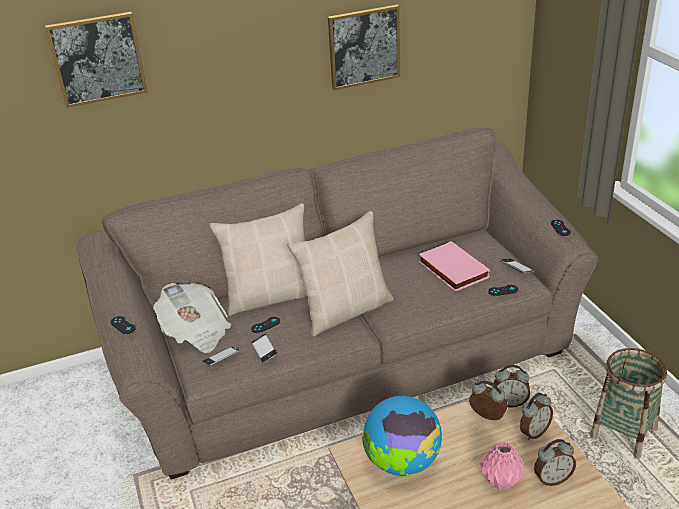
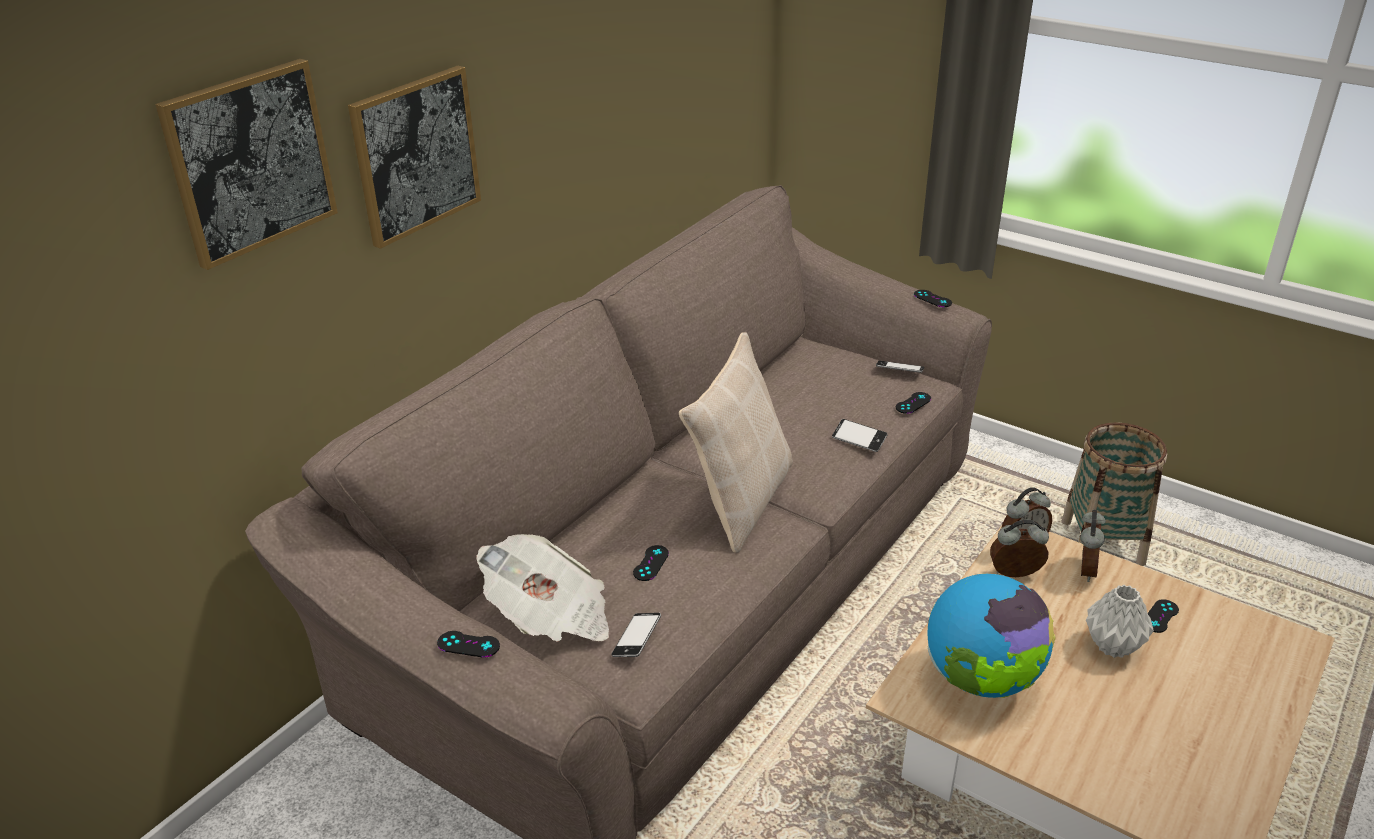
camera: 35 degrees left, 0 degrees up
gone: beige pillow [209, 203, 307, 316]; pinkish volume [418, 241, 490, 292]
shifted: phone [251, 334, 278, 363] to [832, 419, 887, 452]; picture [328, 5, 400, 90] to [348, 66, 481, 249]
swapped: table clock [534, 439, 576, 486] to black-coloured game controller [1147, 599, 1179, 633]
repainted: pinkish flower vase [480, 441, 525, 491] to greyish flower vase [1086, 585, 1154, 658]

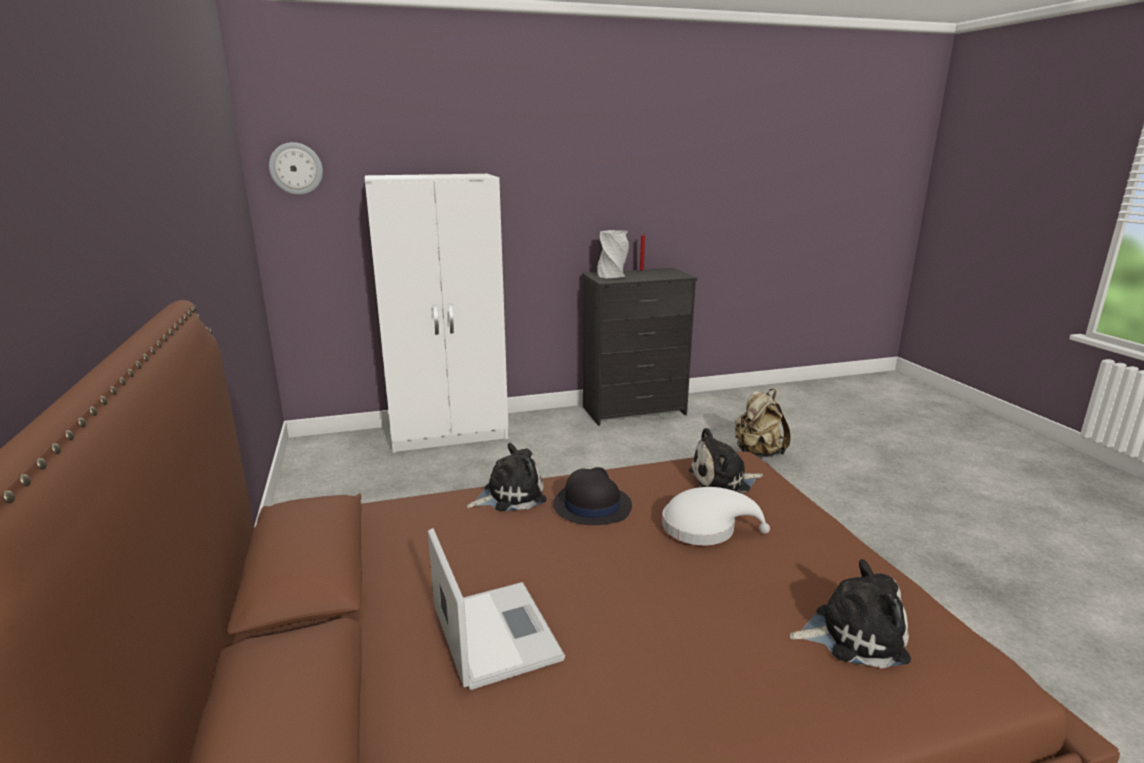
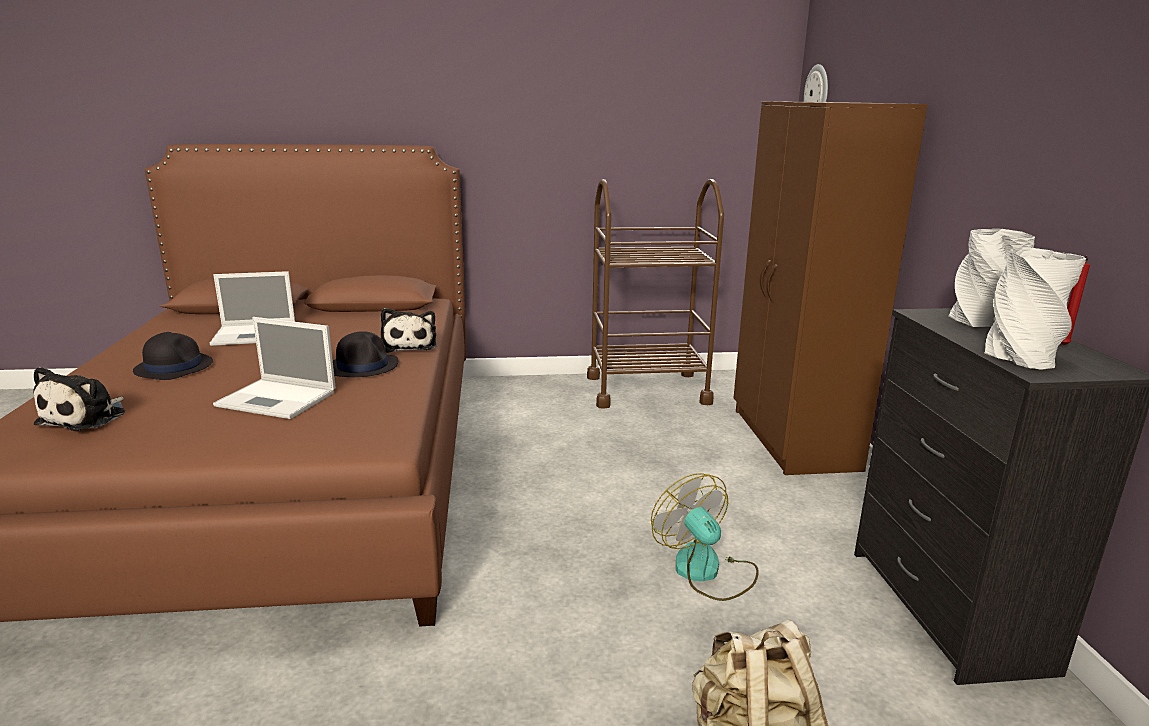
camera: 100 degrees right, 0 degrees up
gone: soft toy [689, 428, 763, 493]
new: black-coloured clothing hat [133, 332, 213, 380]; brown-coloured cart [587, 179, 724, 409]; cooling fan [651, 473, 759, 601]; greyish flower vase [984, 247, 1086, 370]
swapped: whitish clothing hat [662, 487, 770, 545] to portable computer [213, 317, 336, 419]
repainted: whitish wardrobe [365, 174, 508, 453] to brown-coloured wardrobe [733, 101, 928, 475]

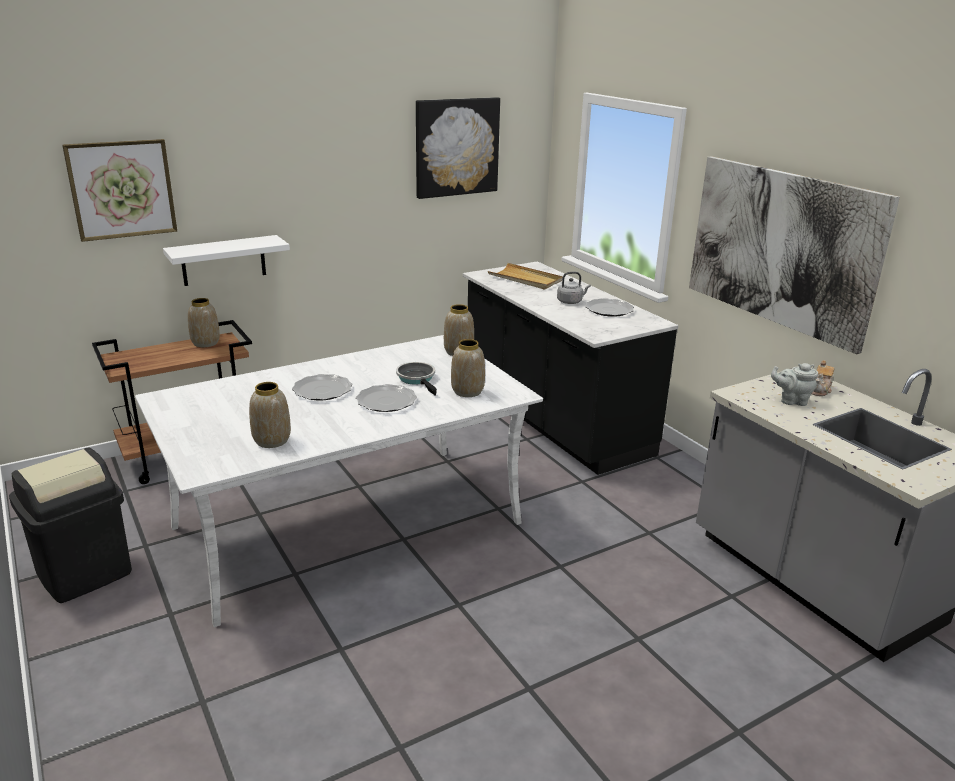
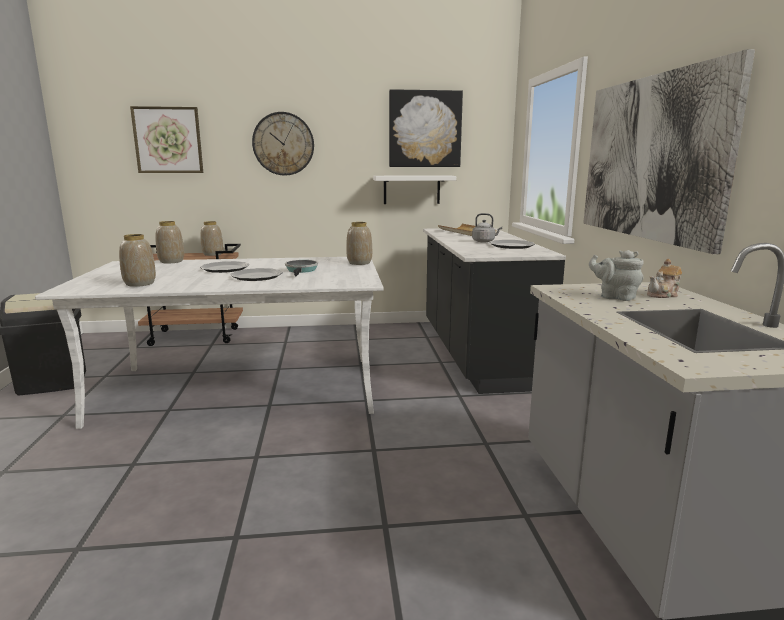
camera: 25 degrees right, 10 degrees down
new: clock on the wall [252, 112, 314, 175]
shifted: whitish shelf [163, 235, 290, 286] to [373, 175, 456, 204]; flower vase [451, 339, 485, 397] to [155, 221, 184, 264]

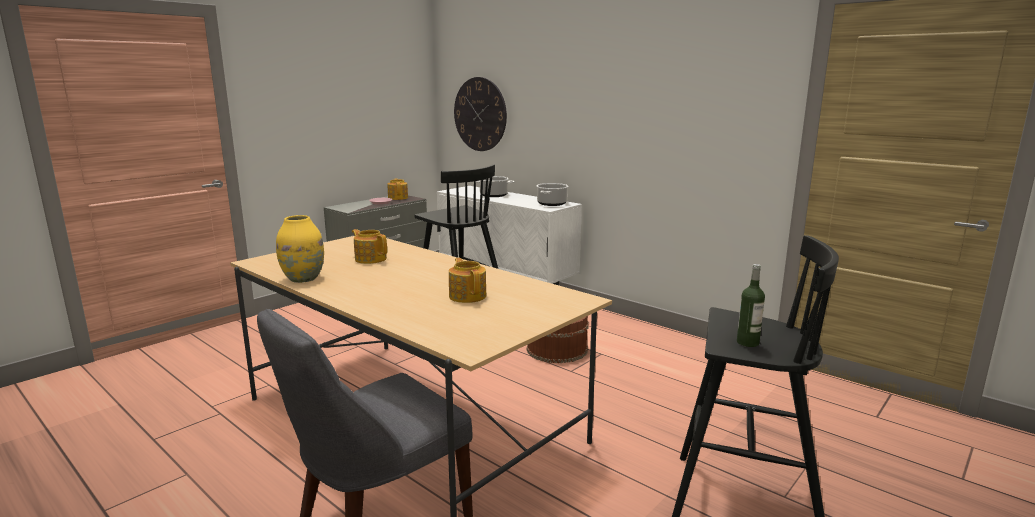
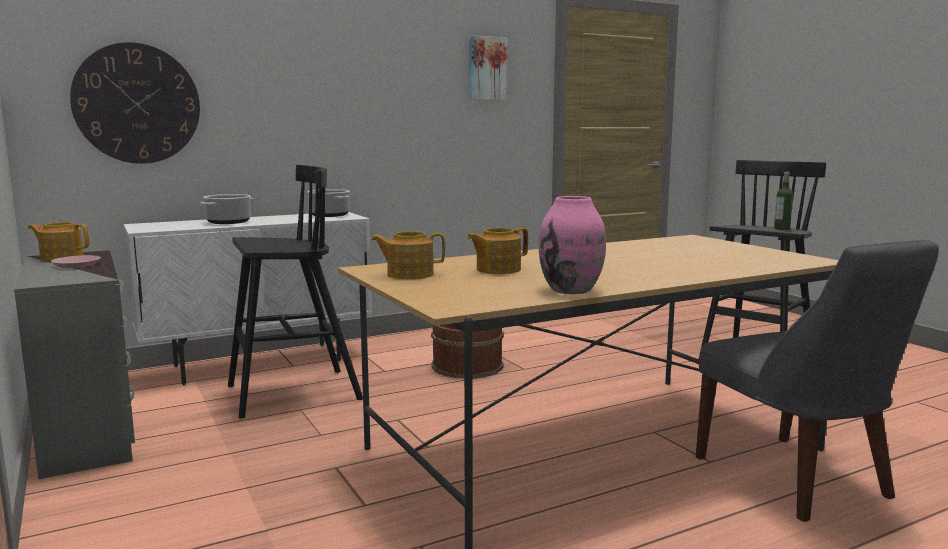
camera: 70 degrees left, 5 degrees down
new: picture [469, 35, 507, 100]
shifted: teapot [449, 258, 486, 303] to [371, 231, 445, 279]
repainted: yellowish flower vase [276, 215, 324, 283] to pinkish flower vase [539, 196, 606, 294]

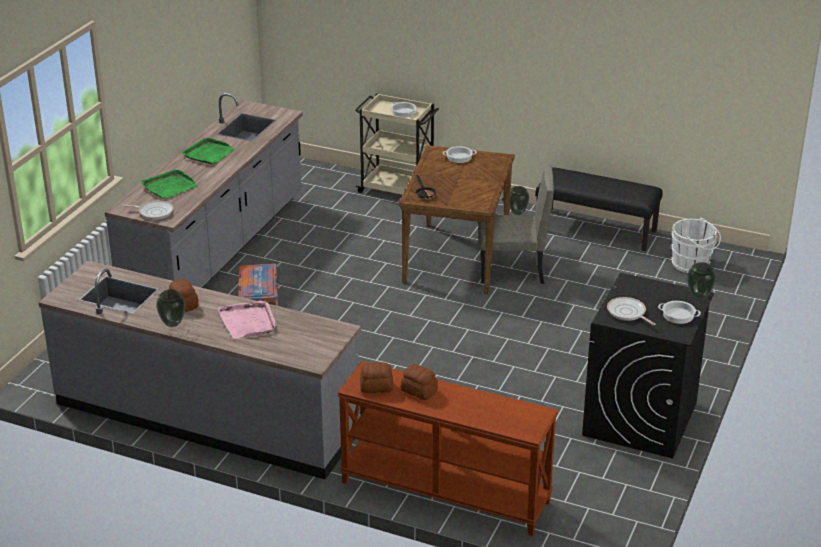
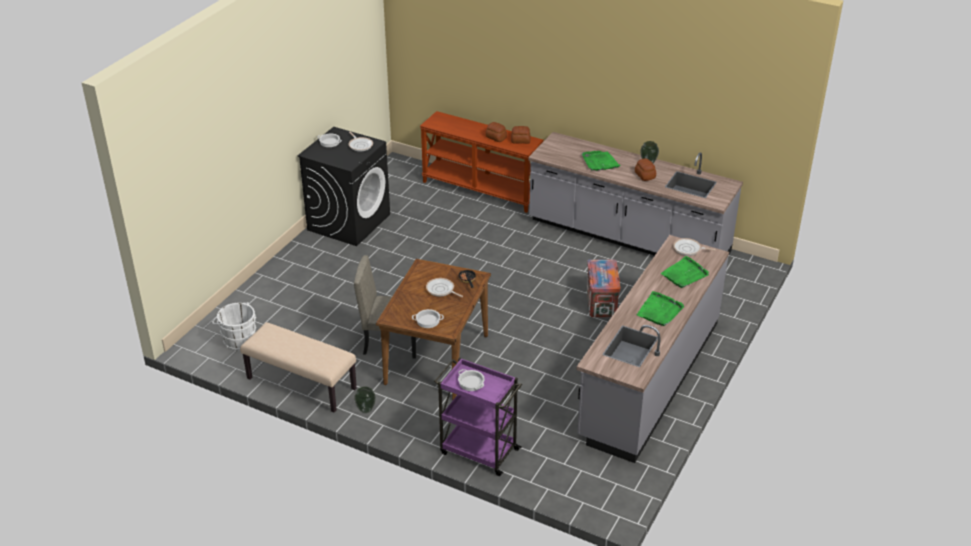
camera: 175 degrees left, 5 degrees up
gone: flower vase [687, 262, 716, 299]
new: frying pan [426, 278, 463, 297]
repainted: pinkish carrying tray [218, 301, 277, 339] to green-coloured carrying tray [582, 151, 621, 171]; beige cart [355, 93, 439, 195] to purple cart [434, 357, 522, 476]; black-coloured long seat [535, 167, 663, 251] to beige long seat [240, 322, 357, 412]

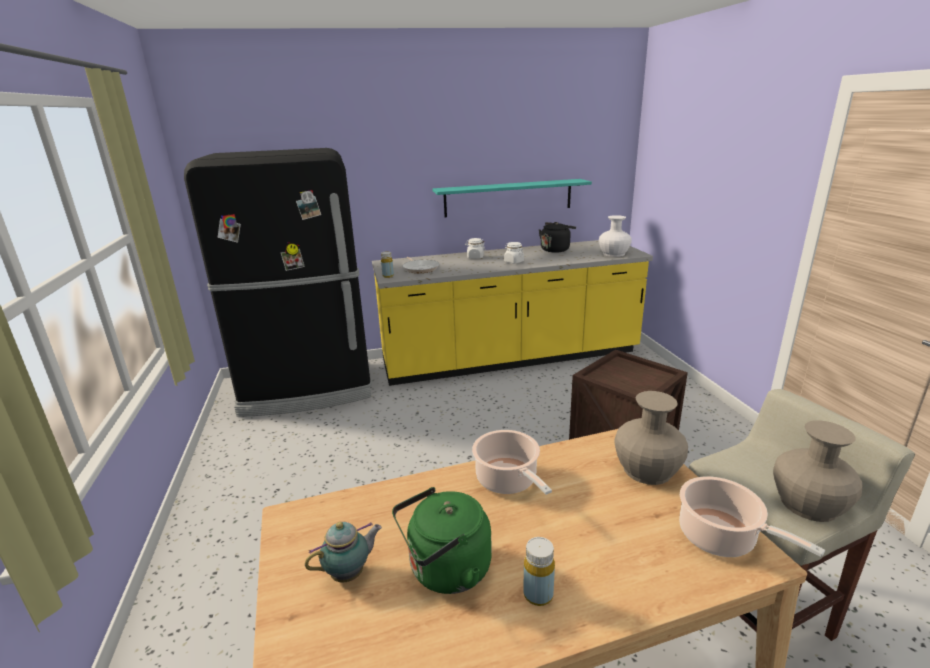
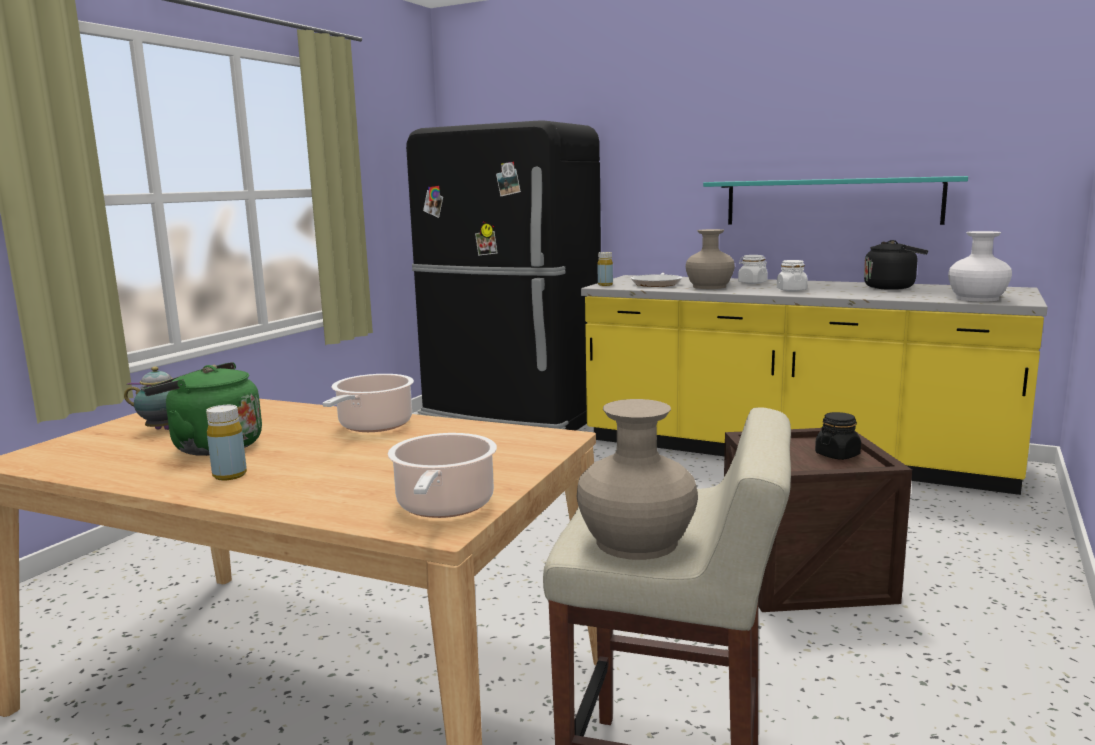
camera: 40 degrees right, 10 degrees down
new: black-coloured jar [815, 412, 861, 460]
shifted: beige flower vase [614, 391, 688, 485] to [686, 229, 735, 289]

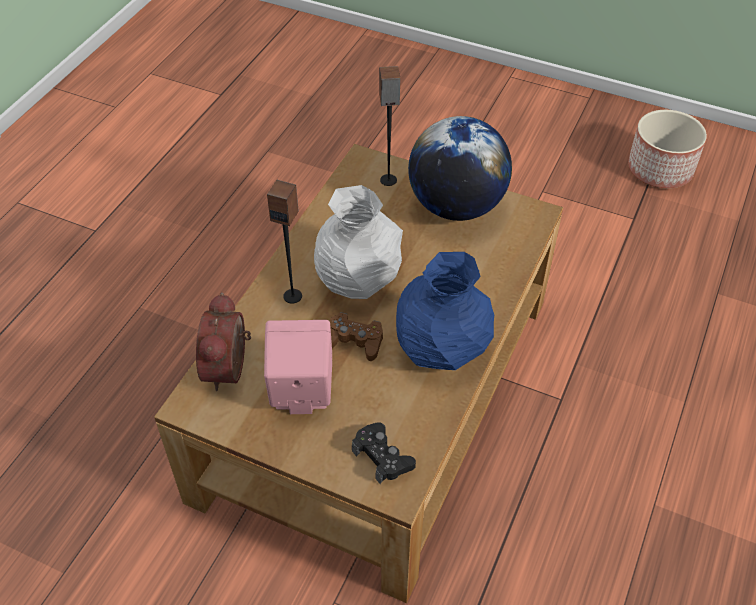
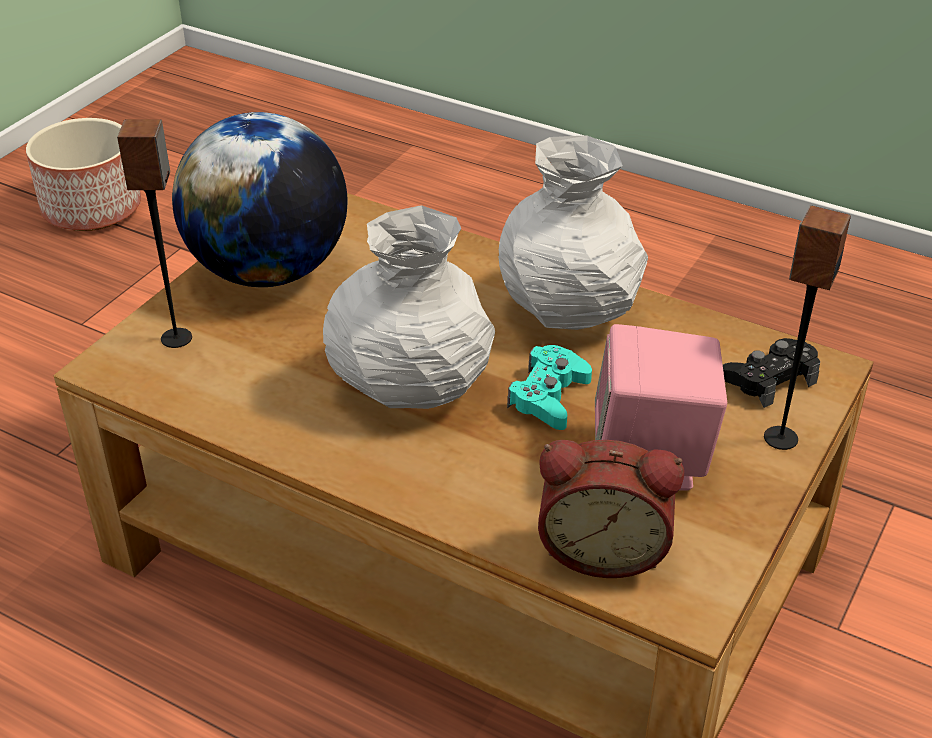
camera: 85 degrees left, 10 degrees down
shifted: audio speaker [267, 180, 302, 303] to [764, 206, 851, 450]
repainted: brown-coloured game controller [330, 312, 383, 361] to turquoise game controller [507, 345, 592, 430]; bluish flower vase [396, 252, 494, 370] to whitish flower vase [498, 135, 648, 330]

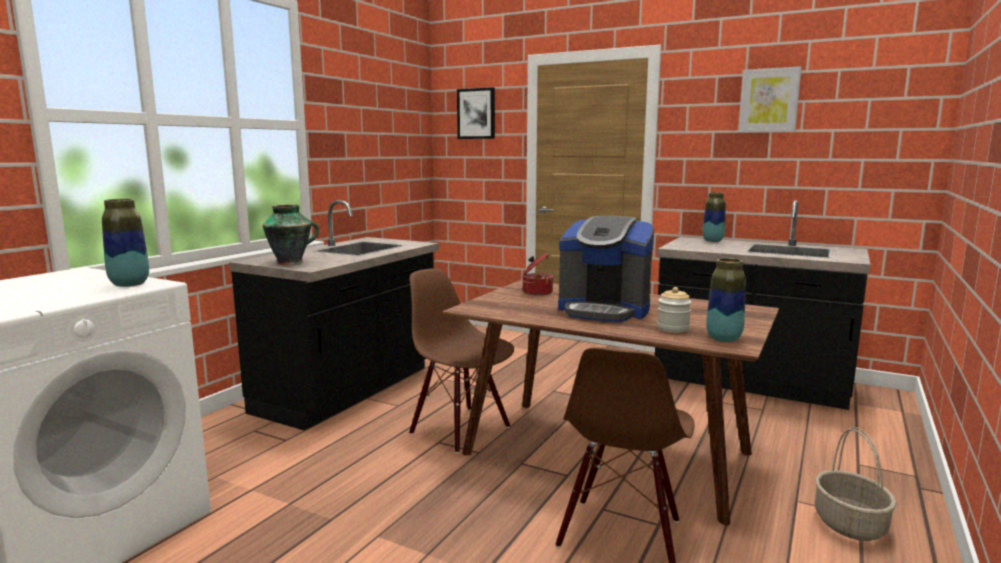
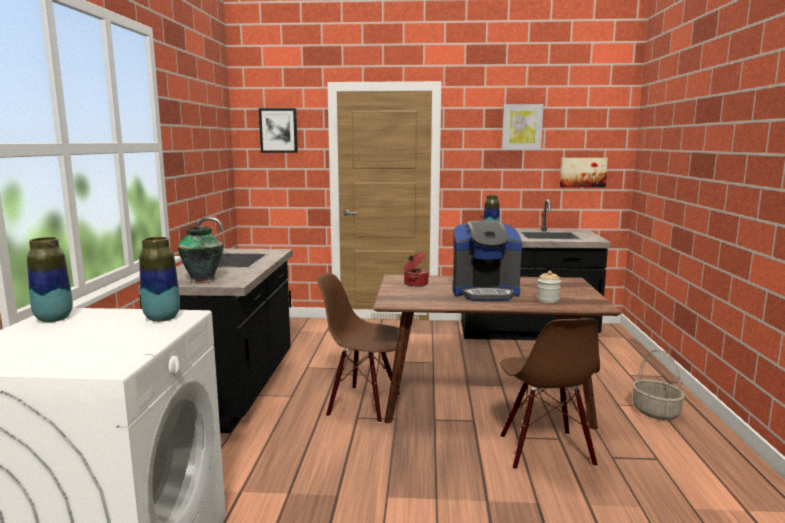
camera: 25 degrees left, 0 degrees up
new: picture [560, 158, 608, 187]
shifted: flower vase [706, 258, 746, 342] to [27, 237, 73, 322]

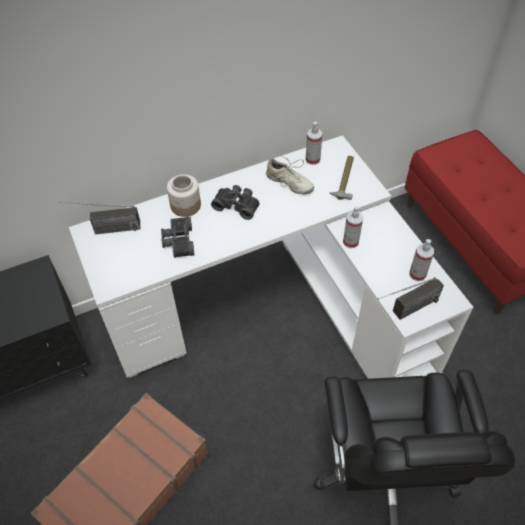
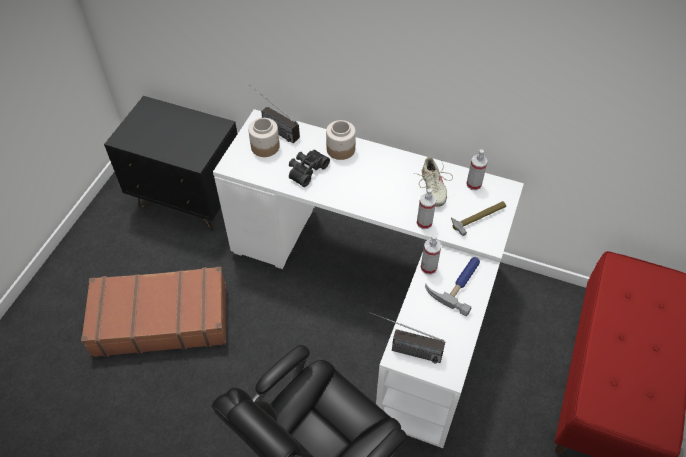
camera: 45 degrees right, 0 degrees up
gone: black-coloured pair of binoculars [211, 185, 260, 220]
new: jar [248, 118, 280, 157]; hammer [425, 257, 480, 316]
shifted: spray bottle [410, 239, 434, 281] to [417, 188, 436, 229]

